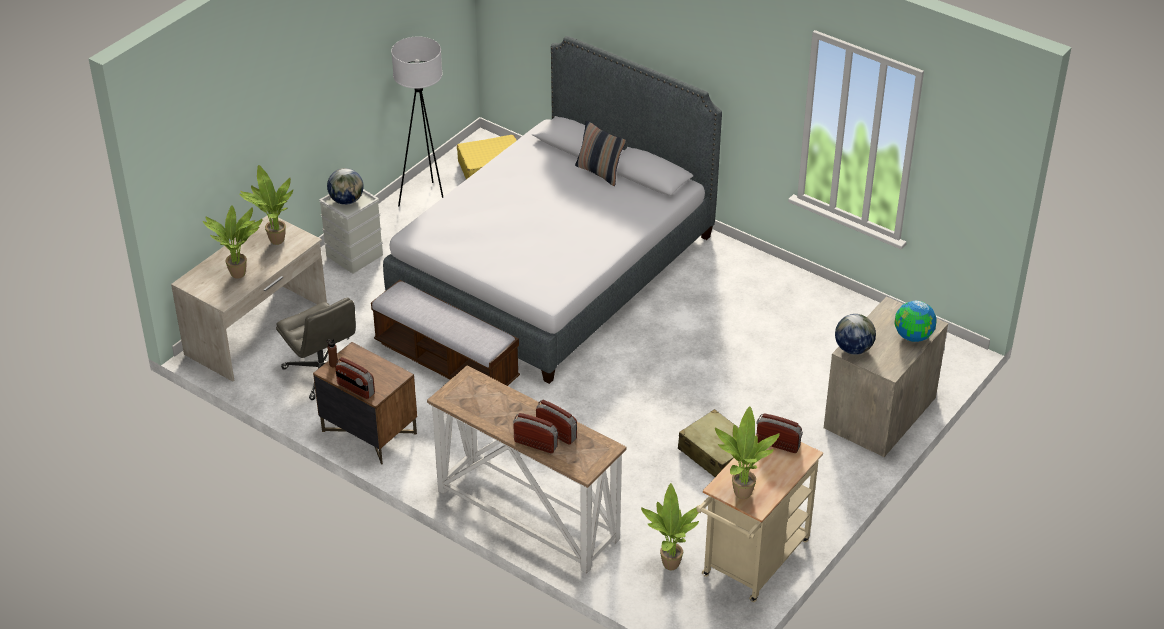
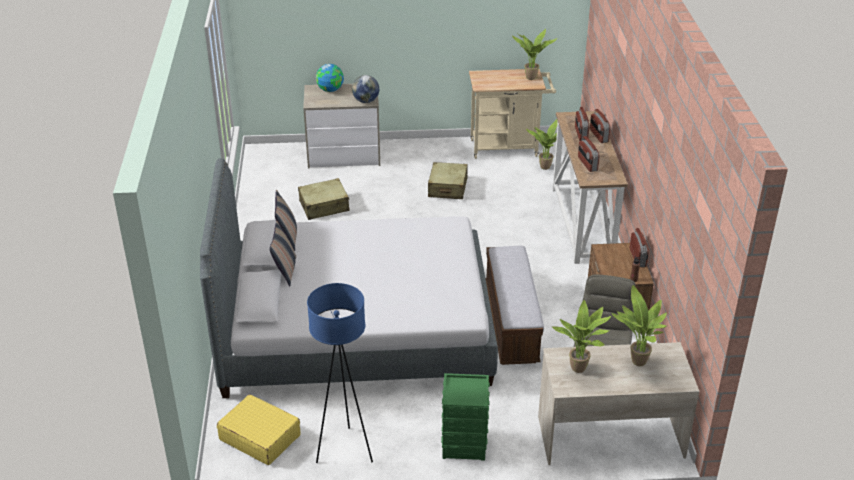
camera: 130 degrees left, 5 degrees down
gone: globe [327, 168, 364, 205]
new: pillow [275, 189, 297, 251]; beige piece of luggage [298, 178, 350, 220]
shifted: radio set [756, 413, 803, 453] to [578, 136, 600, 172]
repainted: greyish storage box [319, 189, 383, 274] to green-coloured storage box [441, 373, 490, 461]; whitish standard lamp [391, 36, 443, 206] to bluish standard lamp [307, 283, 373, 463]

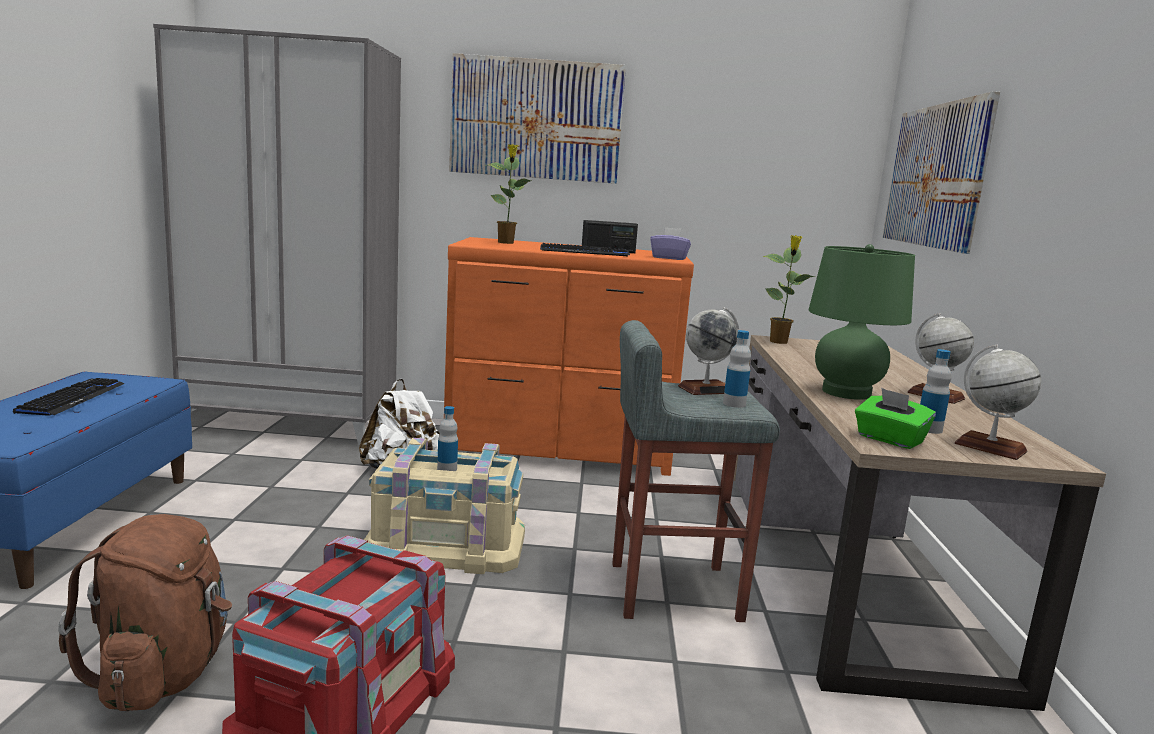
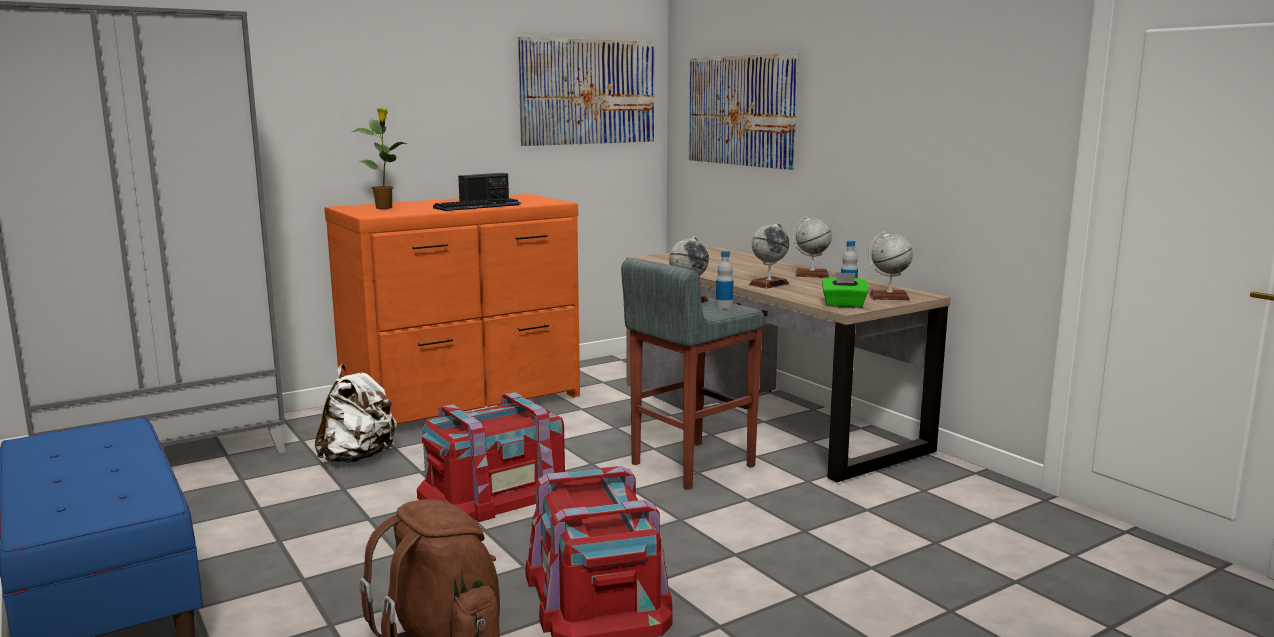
camera: 35 degrees left, 0 degrees up
gone: computer keyboard [13, 378, 125, 416]; beverage bottle [437, 406, 458, 471]; purple tissue box [650, 227, 691, 260]; plant in a pot [762, 235, 814, 344]
shifted: picture [449, 53, 626, 184] to [518, 37, 654, 146]
swapped: green-coloured table lamp [808, 244, 915, 400] to globe [749, 222, 789, 289]
repainted: beige storage box [364, 438, 525, 574] to reddish storage box [417, 392, 565, 522]

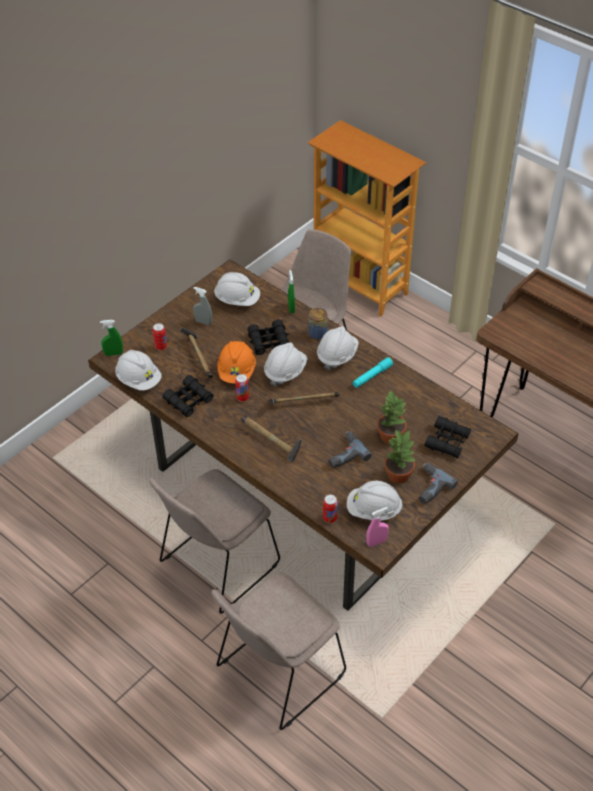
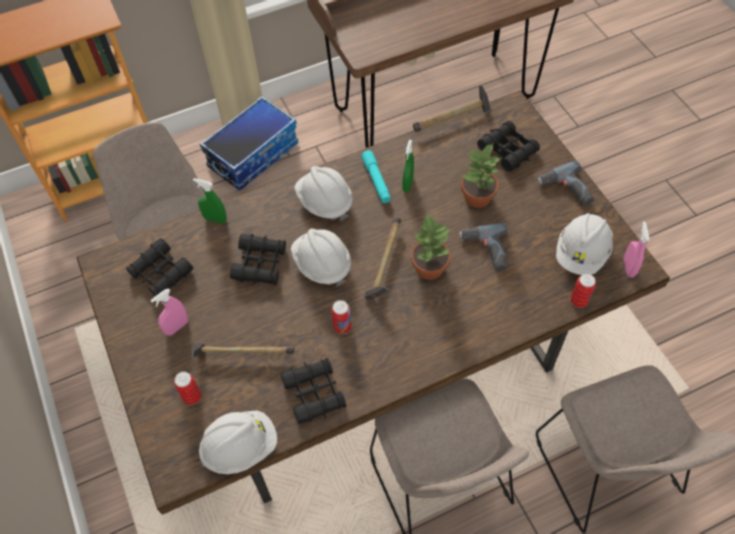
camera: 65 degrees left, 10 degrees up
gone: orange hard hat [217, 341, 256, 384]; jar [308, 308, 328, 339]
new: storage box [200, 96, 298, 191]
shifted: green-coloured spray bottle [100, 320, 123, 356] to [402, 140, 414, 192]; hammer [241, 415, 302, 462] to [413, 85, 491, 132]; plant in a pot [384, 430, 415, 484] to [411, 213, 451, 280]
swapped: whitish hard hat [214, 272, 260, 306] to black-coloured pair of binoculars [126, 238, 194, 296]
repainted: greyish spray bottle [193, 287, 212, 325] to pinkish spray bottle [150, 288, 188, 336]

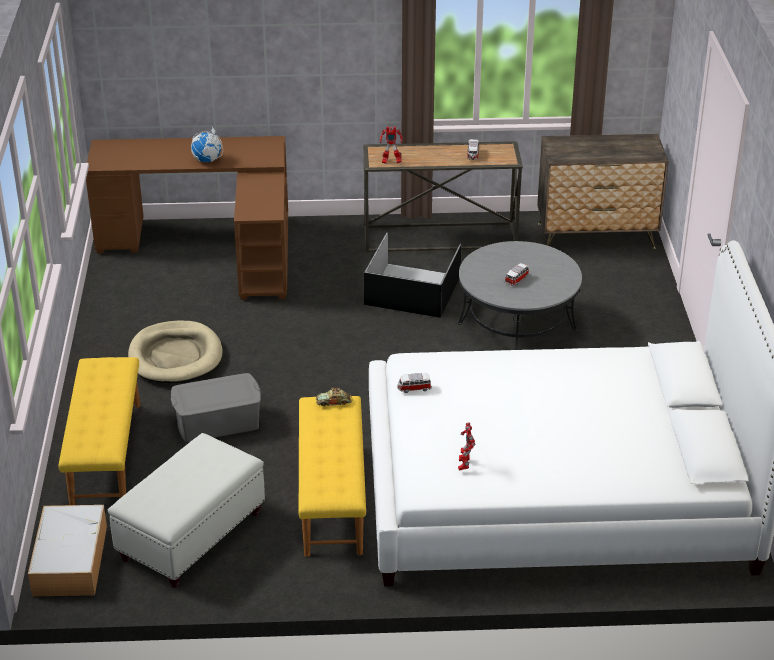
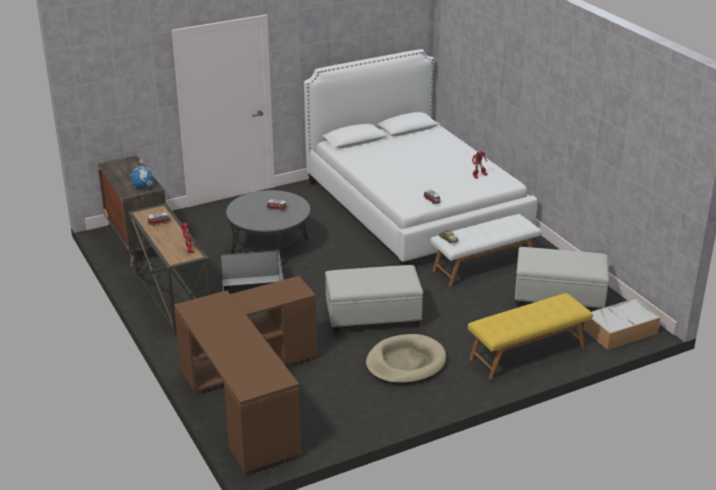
camera: 115 degrees left, 5 degrees down
gone: greyish storage box [171, 373, 261, 442]
new: whitish pouffe [325, 265, 423, 334]
shifted: globe [191, 127, 223, 162] to [129, 159, 154, 189]
repainted: yellowish long seat [299, 396, 366, 557] to whitish long seat [430, 214, 541, 287]

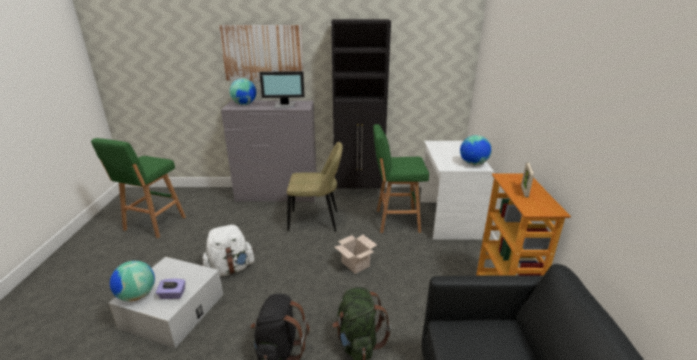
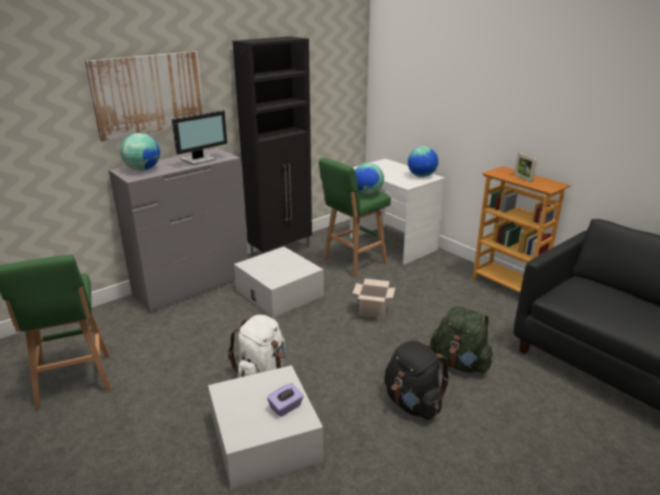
camera: 40 degrees left, 0 degrees up
shifted: globe [110, 261, 155, 301] to [355, 163, 384, 195]
swapped: beige plain chair [287, 142, 343, 232] to whitish storage box [234, 247, 324, 318]

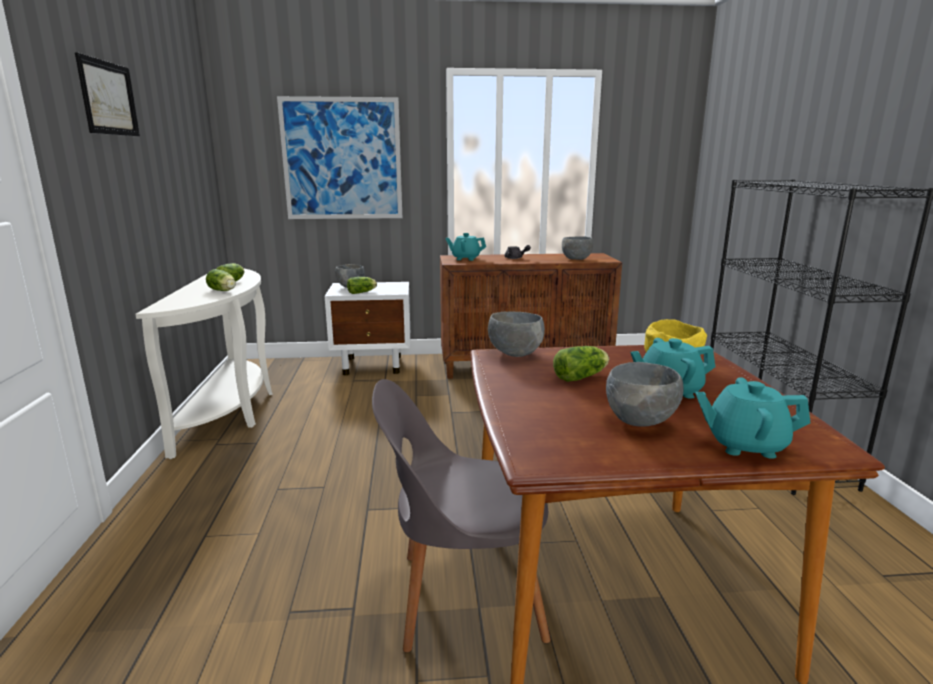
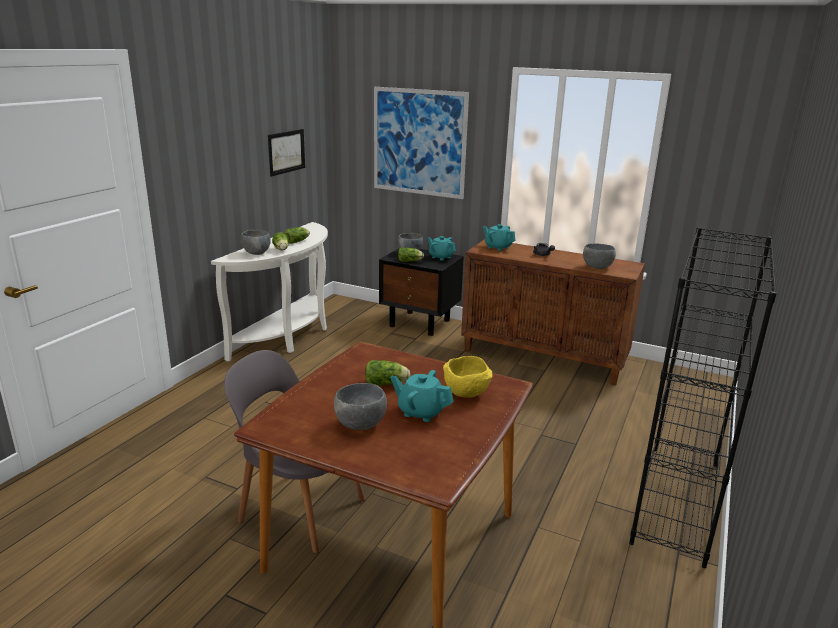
camera: 30 degrees right, 5 degrees up
shifted: picture [75, 53, 140, 136] to [268, 129, 305, 177]; greyish bowl [488, 311, 545, 357] to [240, 230, 271, 255]; turquoise teapot [695, 377, 811, 459] to [427, 236, 456, 261]
repainted: whitish bedside table [325, 282, 410, 375] to black-coloured bedside table [379, 248, 464, 336]

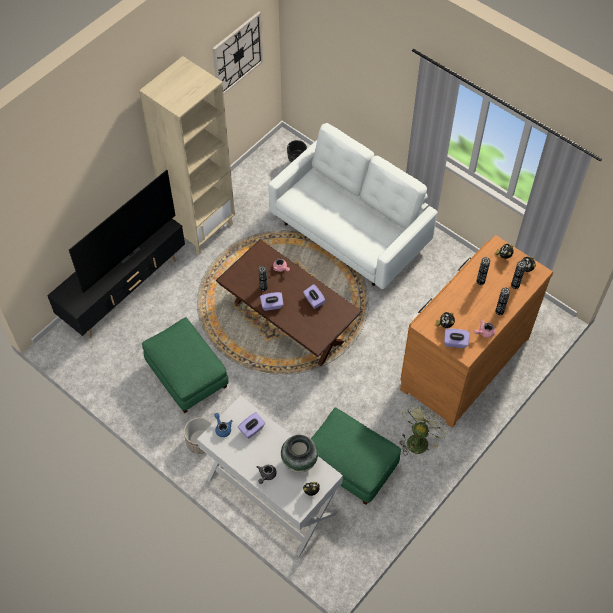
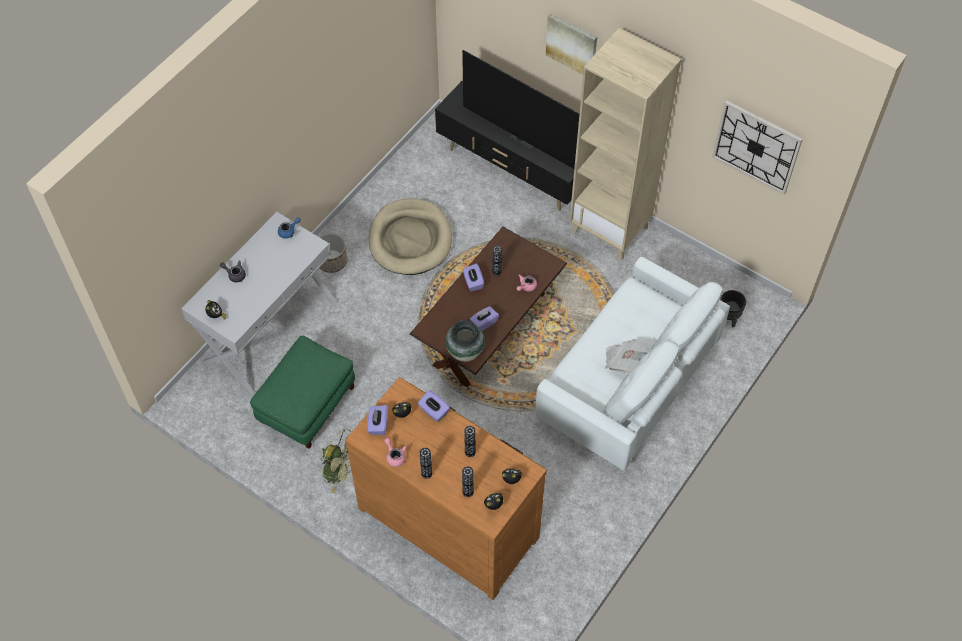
camera: 85 degrees right, 0 degrees up
new: picture [546, 14, 597, 74]; newspaper [605, 339, 648, 373]
shifted: purple tissue box [238, 412, 265, 439] to [417, 390, 450, 422]; flower vase [281, 435, 318, 473] to [445, 320, 485, 362]
swapped: green-coloured pouffe [142, 317, 229, 413] to beige dog bed [369, 199, 452, 275]

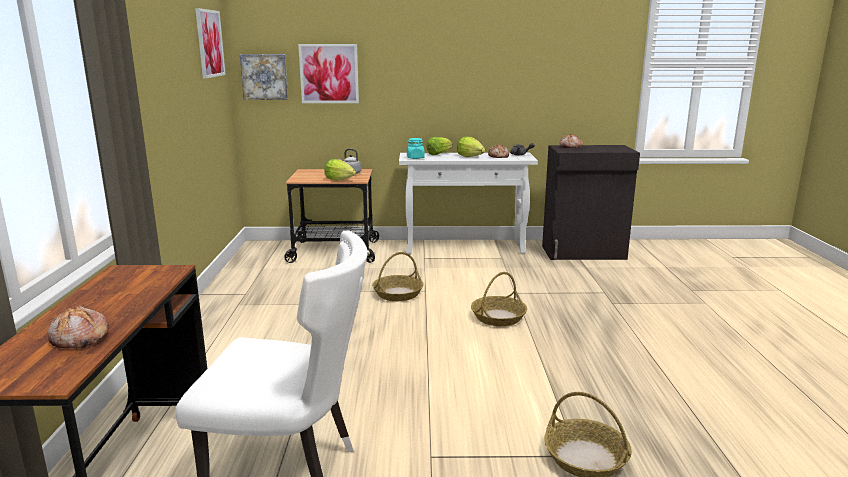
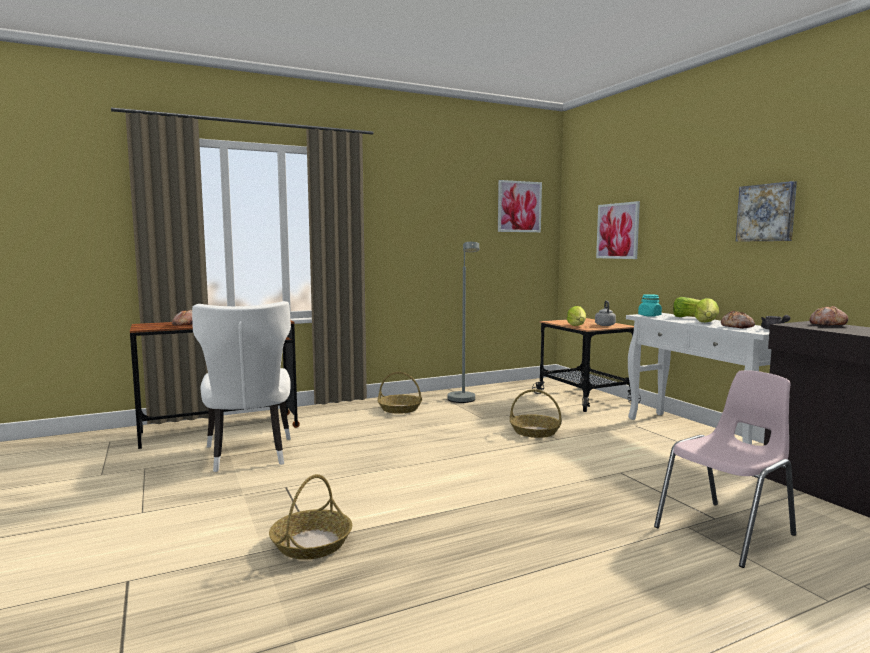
camera: 65 degrees right, 10 degrees down
new: greyish standard lamp [447, 242, 479, 403]; pinkish plain chair [654, 370, 796, 568]
shifted: picture [240, 54, 288, 100] to [736, 181, 797, 241]; storage basket [471, 272, 527, 326] to [378, 372, 422, 414]

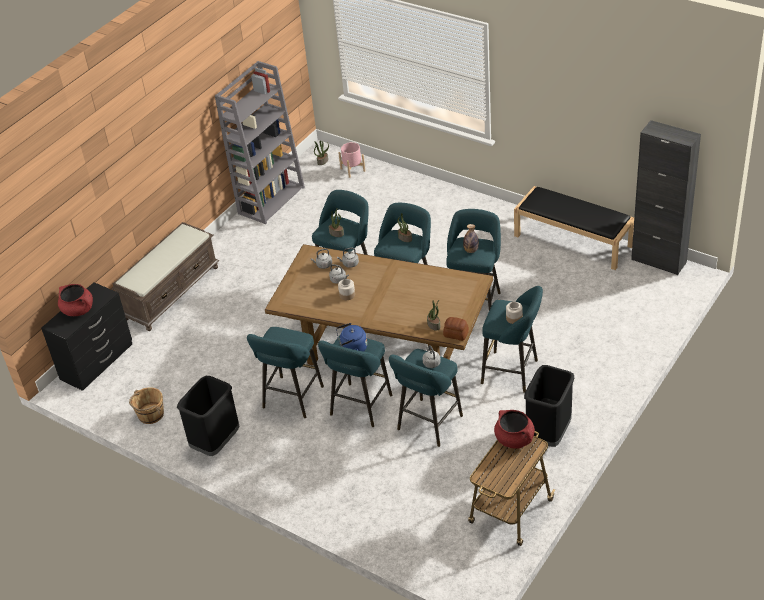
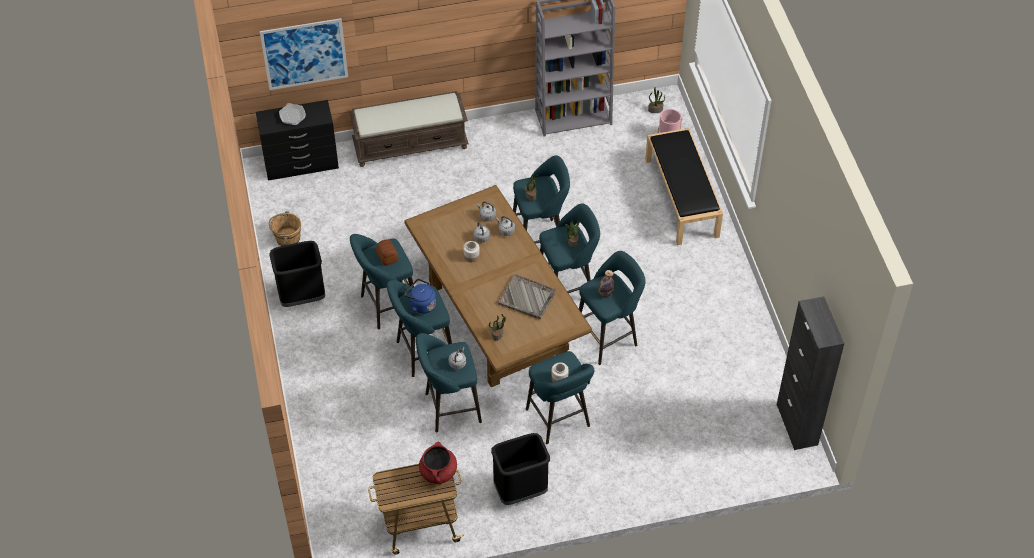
camera: 40 degrees right, 10 degrees up
new: picture [260, 18, 348, 90]; greyish carrying tray [497, 274, 557, 319]
shifted: bakery bread [443, 317, 469, 341] to [376, 240, 398, 266]; black-coloured long seat [514, 186, 634, 270] to [645, 128, 723, 245]
swapped: reddish cooking pot [58, 284, 93, 316] to frying pan [279, 103, 306, 125]

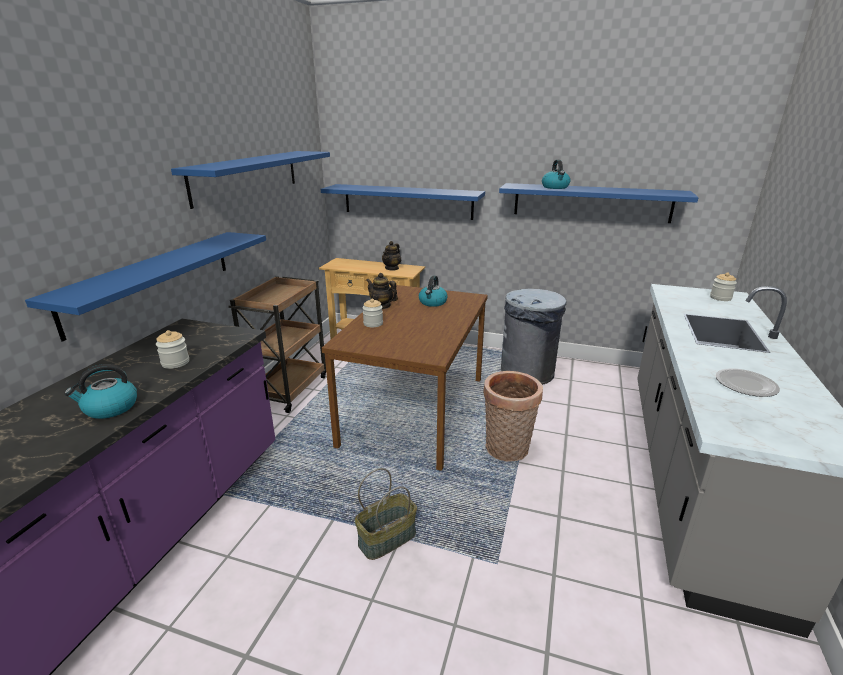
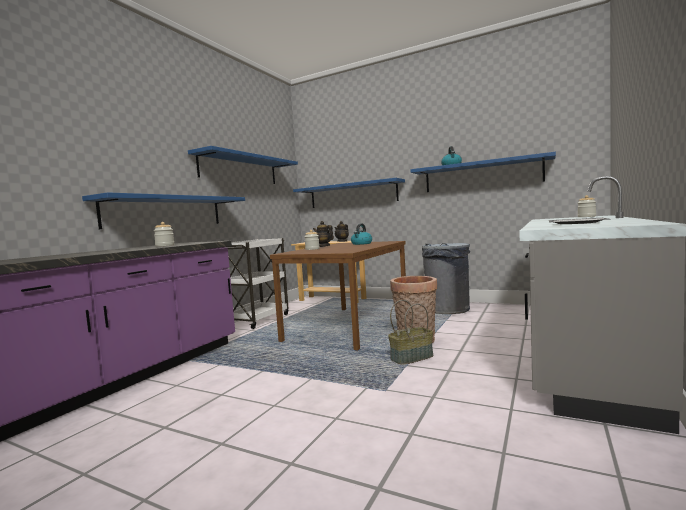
camera: 10 degrees right, 20 degrees down
gone: kettle [64, 364, 137, 419]
shifted: storage basket [355, 468, 417, 560] to [388, 300, 433, 364]
repainted: brown-coloured cart [228, 276, 326, 413] to whitish cart [226, 238, 289, 329]

